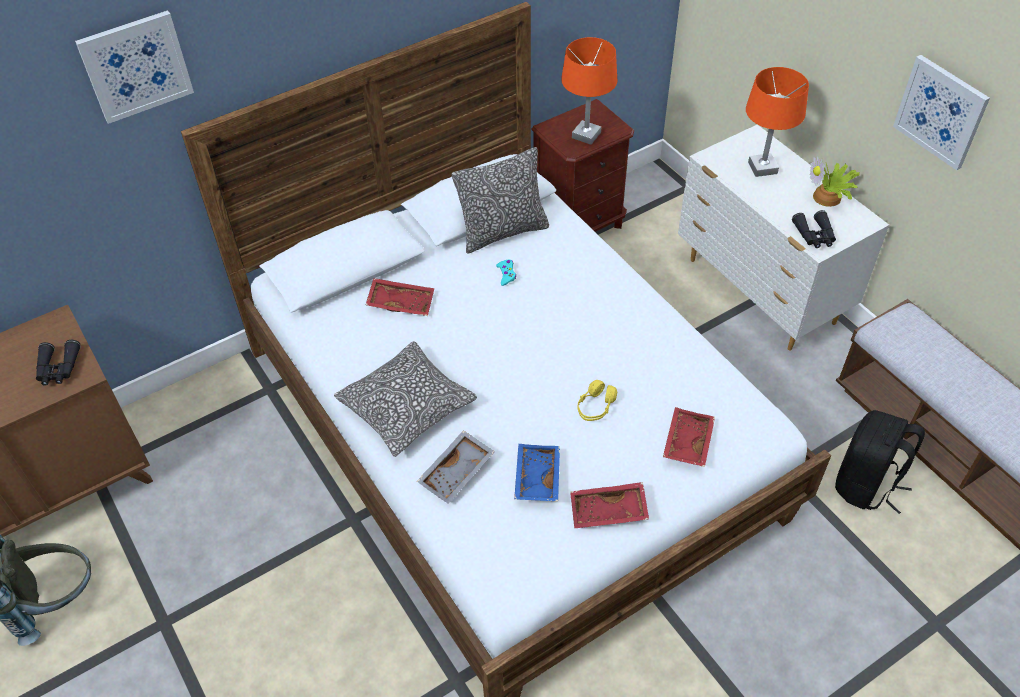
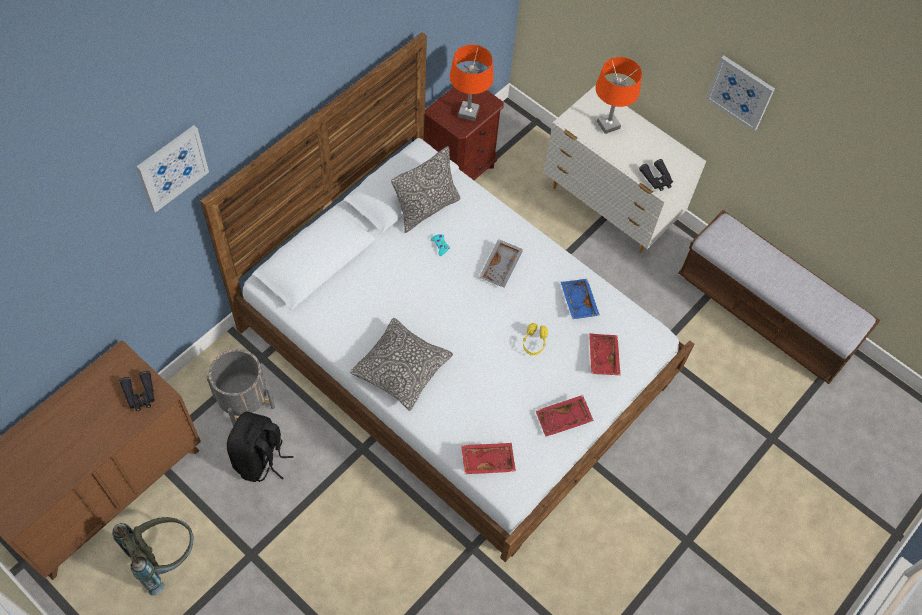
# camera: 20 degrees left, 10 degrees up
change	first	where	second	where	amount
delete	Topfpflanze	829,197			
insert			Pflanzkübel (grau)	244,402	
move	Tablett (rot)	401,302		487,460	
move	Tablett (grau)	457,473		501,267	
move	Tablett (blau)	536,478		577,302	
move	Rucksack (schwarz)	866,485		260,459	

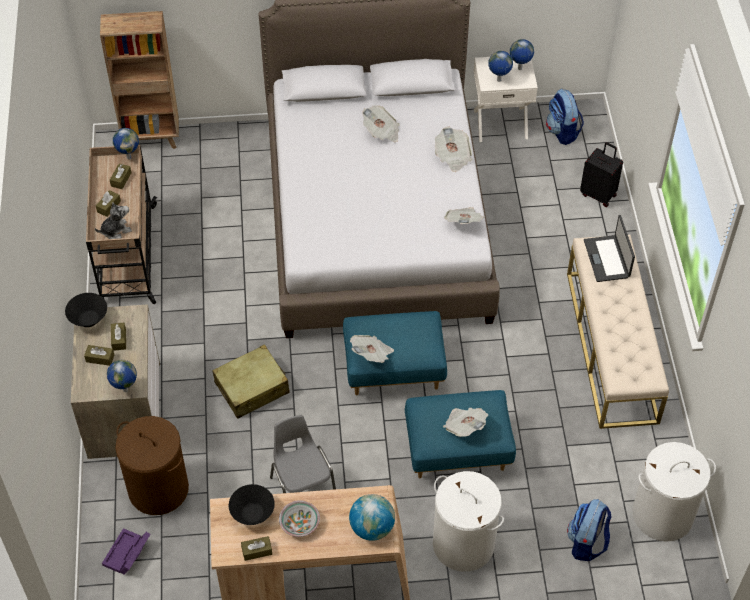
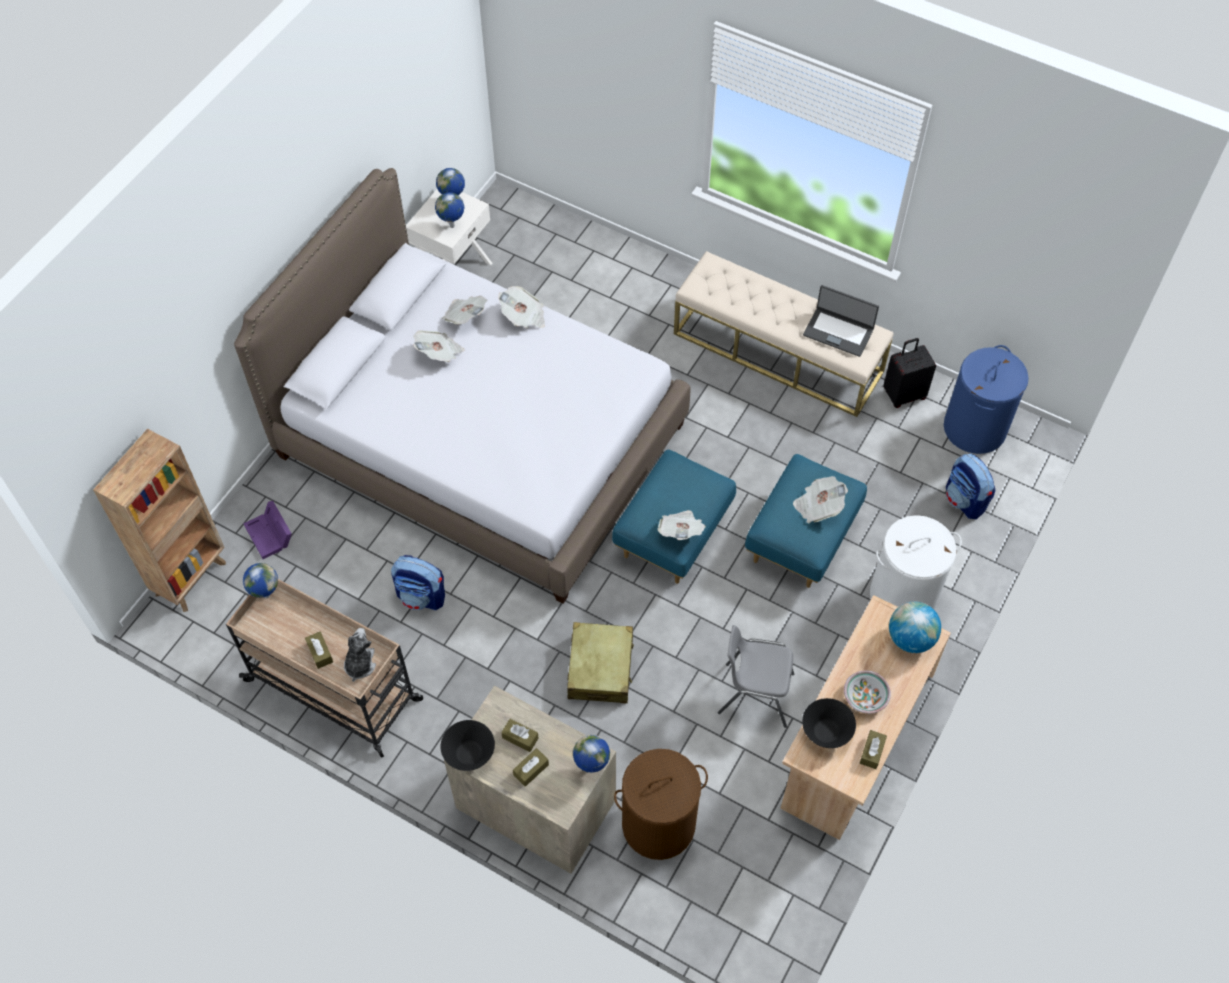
# camera: 55 degrees left, 5 degrees up
change	first	where	second	where	amount
delete	Taschentuchbox (braun)	121,179			
move	Aufbewahrungsbox (lila)	127,555		270,535	
move	Zeitung	463,222		465,316	
move	Rucksack	562,132		422,596	
move	Koffer (schwarz)	598,194		903,394	
move	Laptop	607,259		838,332	
recolor	Wäschekorb (weiß)	662,515	Wäschekorb (blau)	975,428	

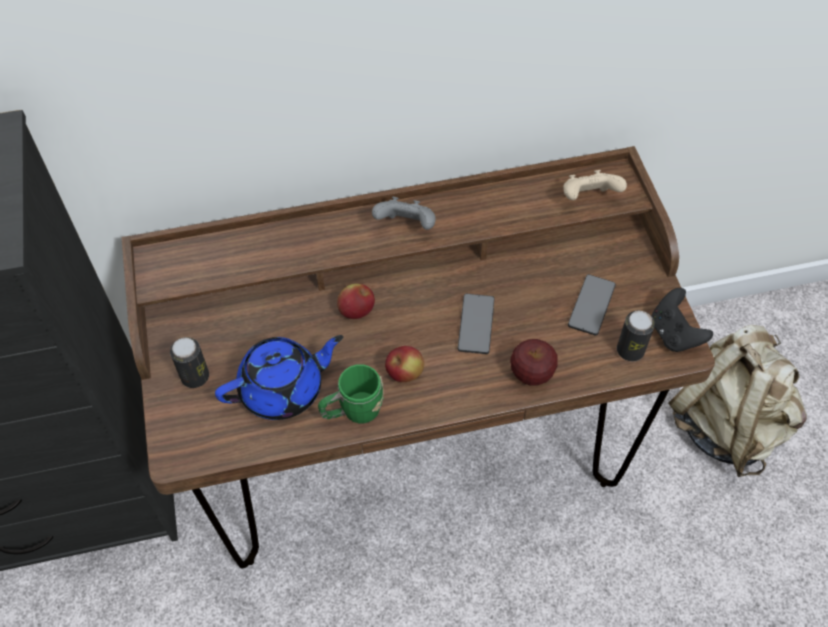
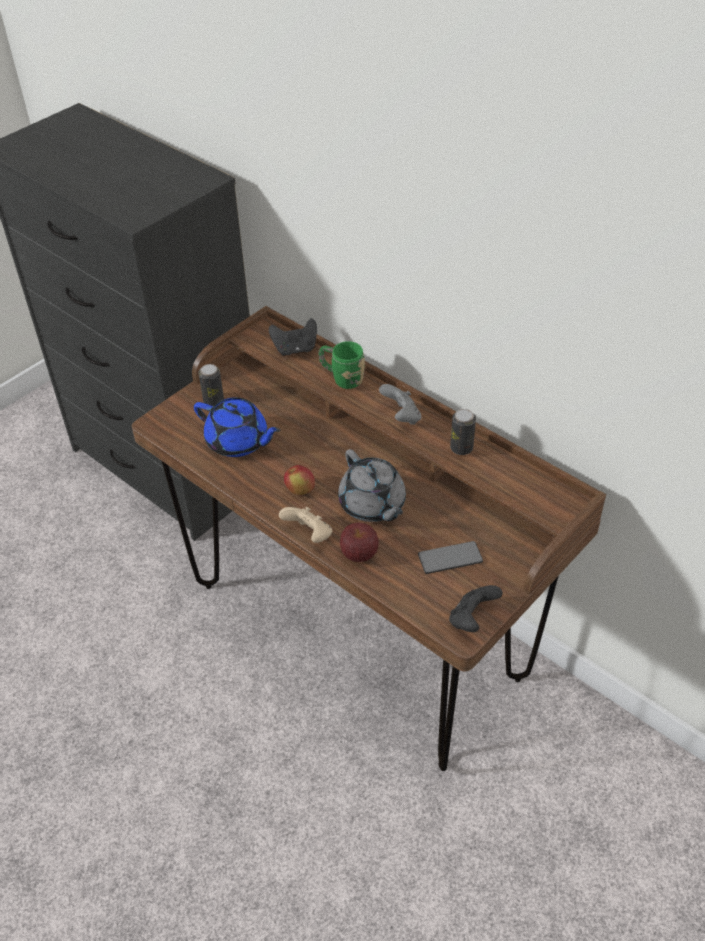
# camera: 55 degrees right, 10 degrees down
change	first	where	second	where	amount
delete	Apfel	356,311			
delete	Rucksack (beige)	726,424			
insert			Gamepad (schwarz)	295,349	
move	Henkelbecher (grün)	353,411		342,378	
move	Gamepad (beige)	588,198		309,535	
move	Dose	630,350		461,448	
replace	Handy	476,324	Teekanne (grau)	372,505	

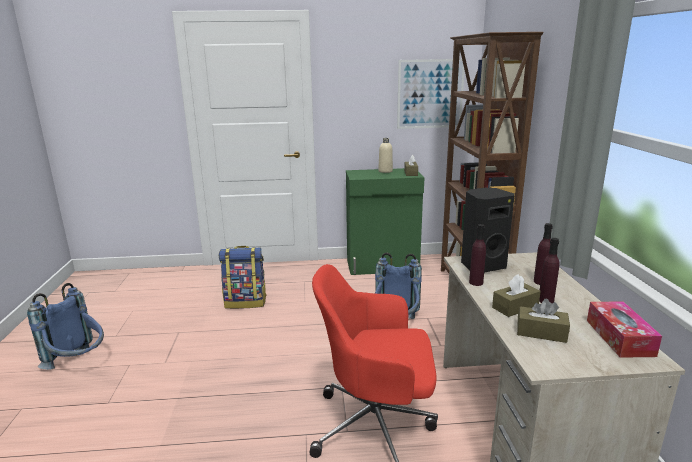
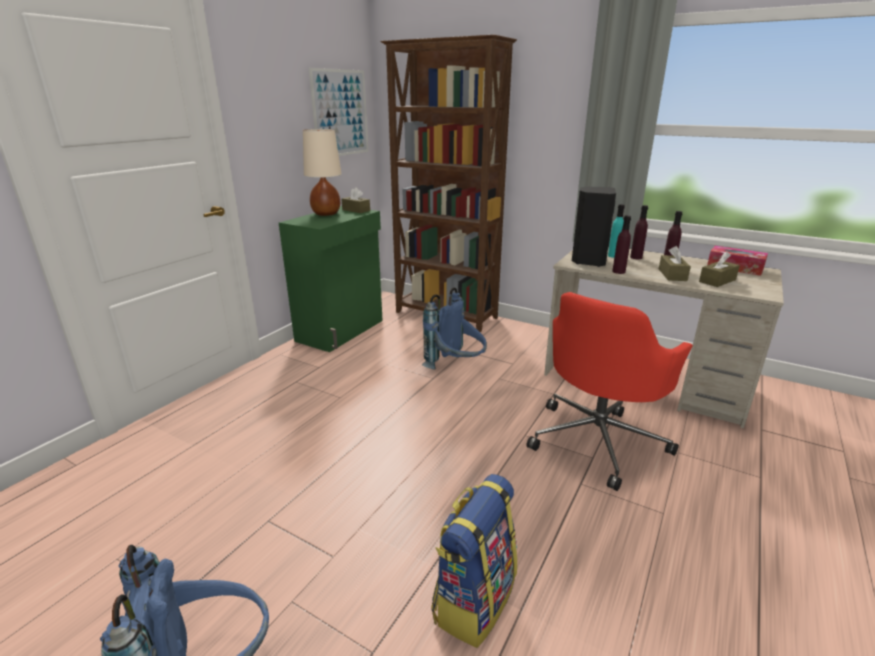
# camera: 55 degrees left, 5 degrees up
change	first	where	second	where	amount
insert			Flasche (türkis)	613,256	
move	Rucksack	246,302		473,599	
replace	Flasche (beige)	385,171	Tischlampe (beige)	326,214	

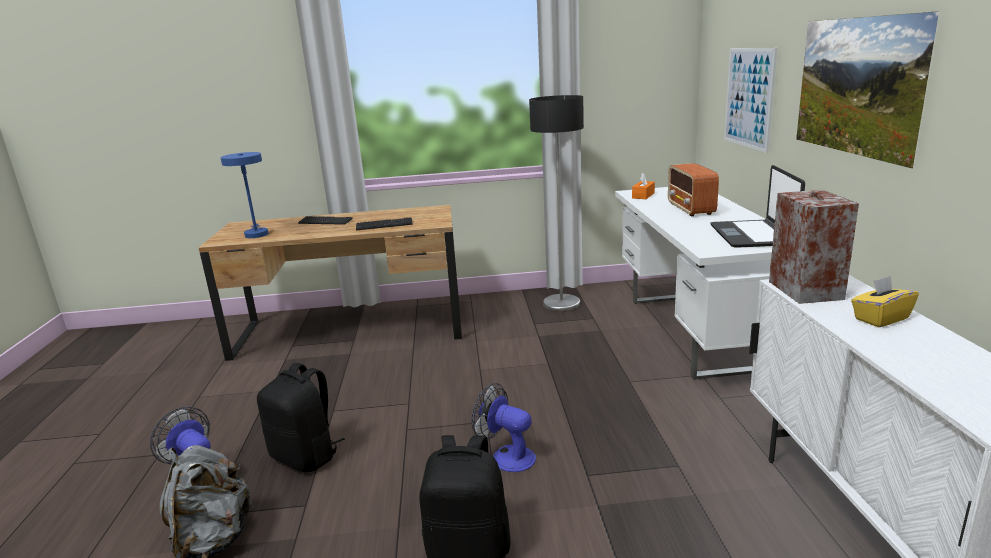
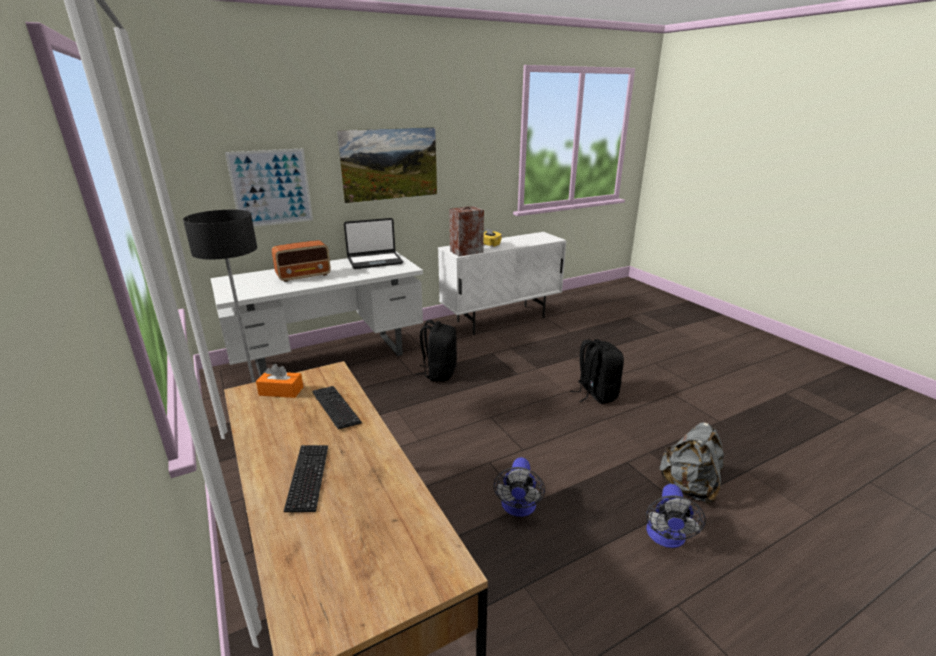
# camera: 115 degrees left, 5 degrees up
change	first	where	second	where	amount
delete	Tischlampe (blau)	256,234			
move	Rucksack (schwarz)	306,456		439,373	
move	Ventilator	506,456		518,508	
move	Taschentuchbox (orange)	643,195		281,391	

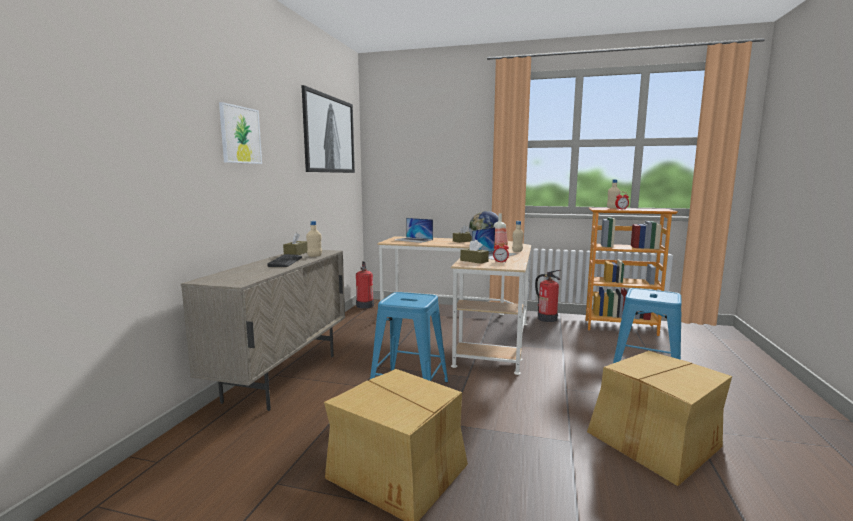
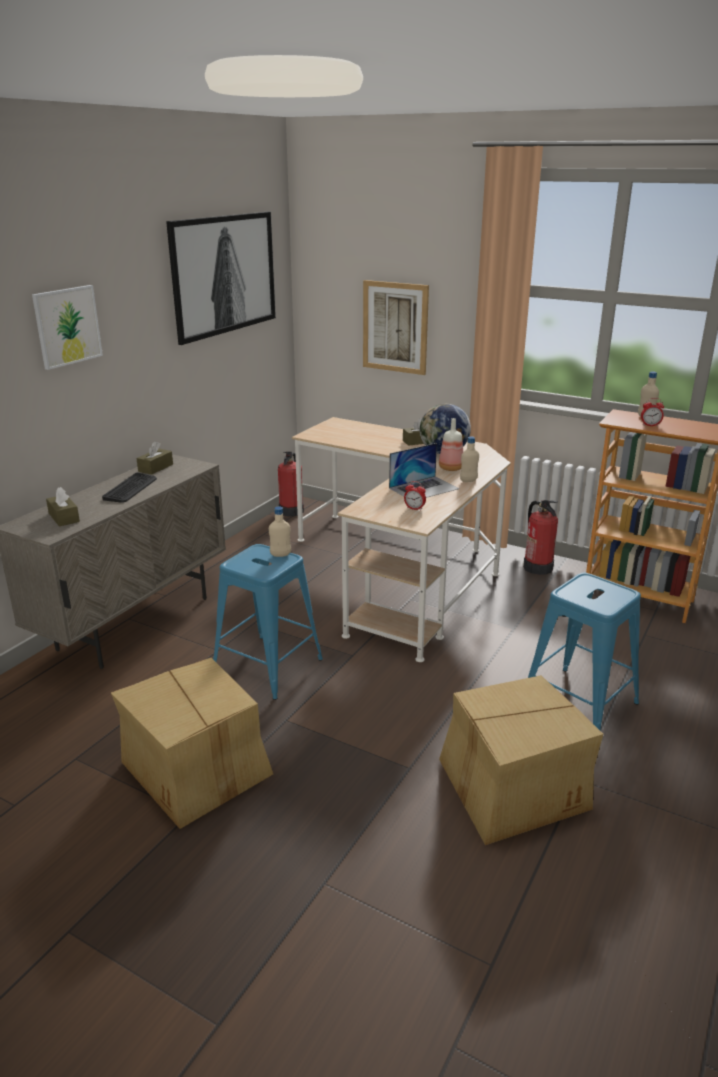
# camera: 15 degrees right, 15 degrees up
change	first	where	second	where	amount
delete	Laptop	413,240			
insert			Bild	395,327	
move	Flasche (beige)	314,256		280,555	
move	Taschentuchbox (braun)	474,261		64,517	

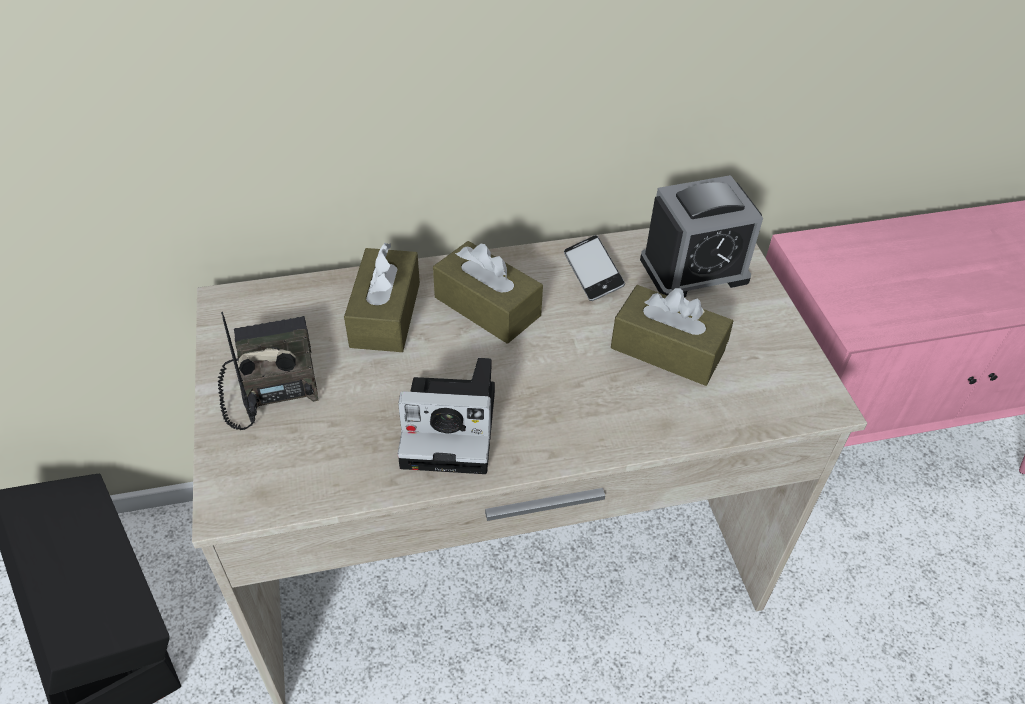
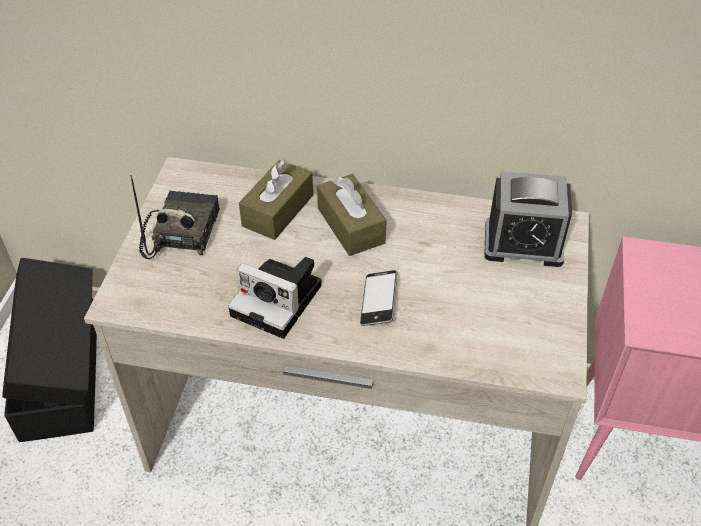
# camera: 25 degrees right, 0 degrees up
change	first	where	second	where	amount
delete	Taschentuchbox (braun)	667,349			
move	Handy	593,273		378,301	

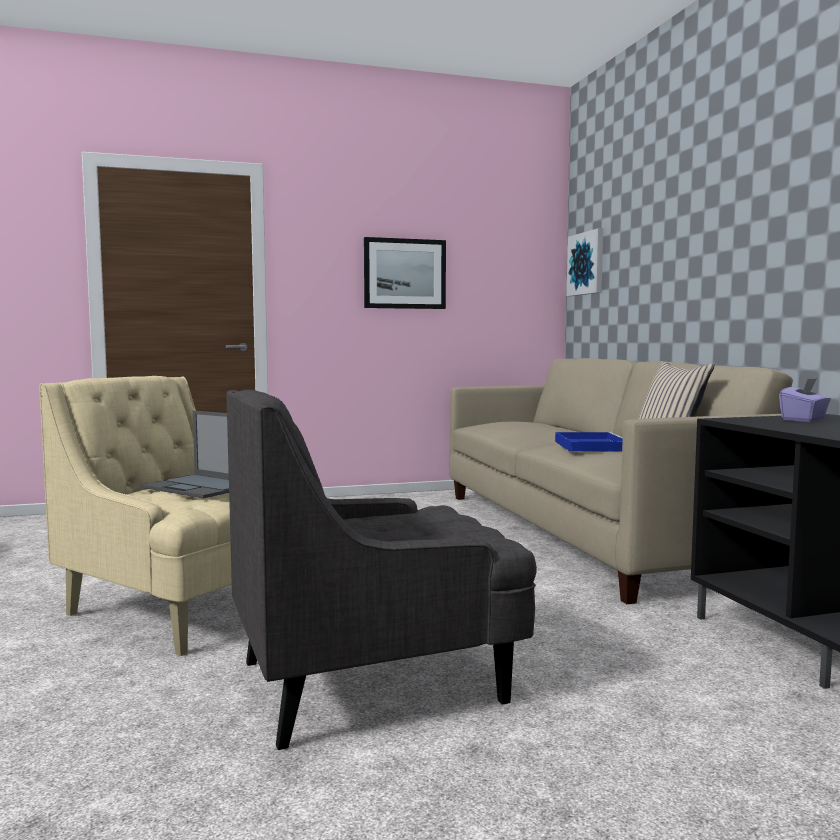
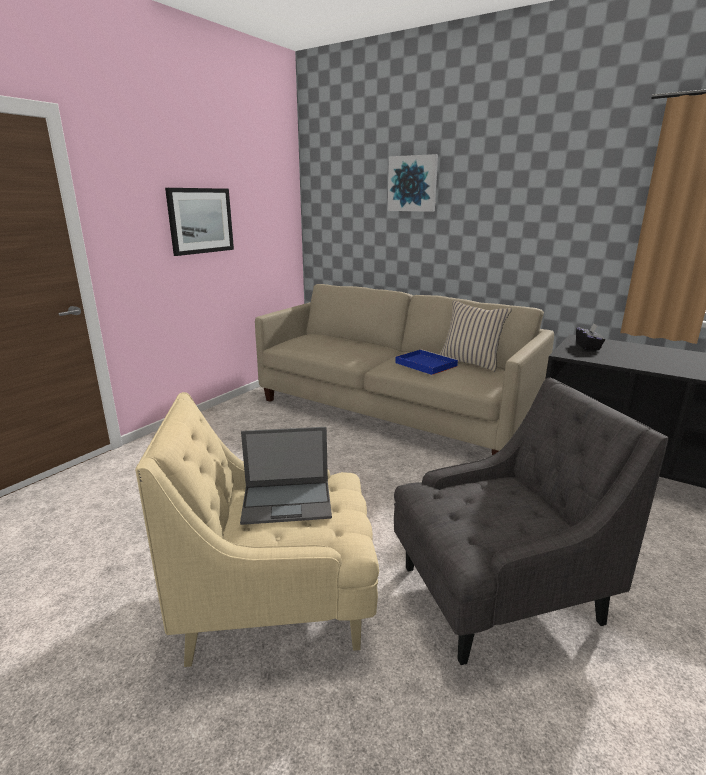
# camera: 40 degrees left, 15 degrees up
change	first	where	second	where	amount
move	Bild	586,263		412,183	
recolor	Taschentuchbox (lila)	804,420	Taschentuchbox (schwarz)	588,347	
rotate	Sessel (grau)	374,680		496,595	135 degrees counterclockwise

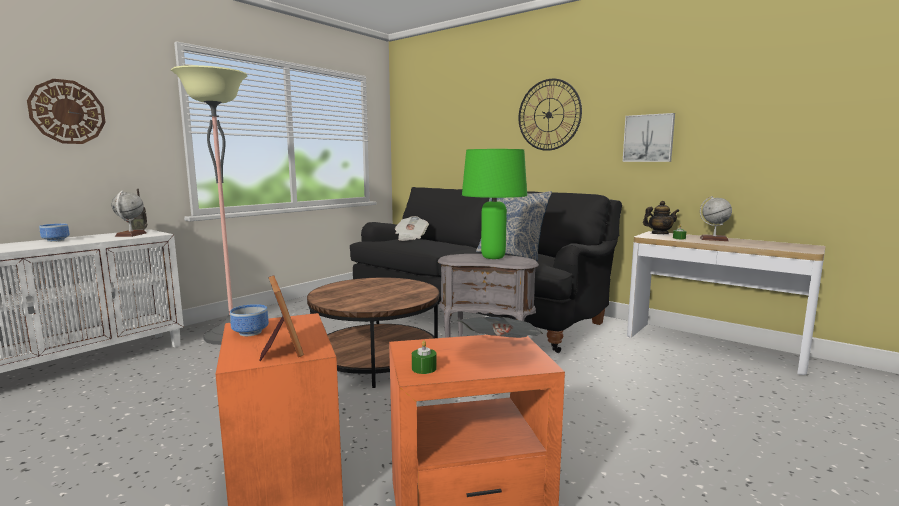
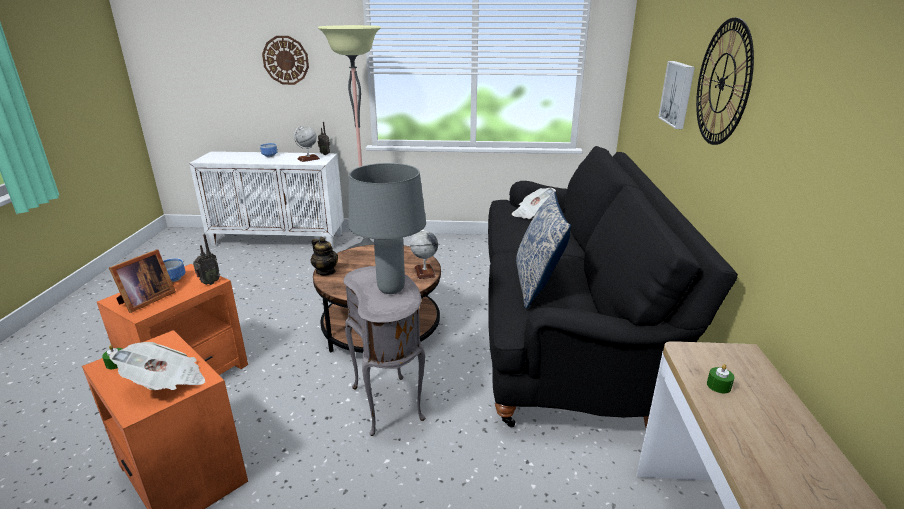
# camera: 55 degrees right, 15 degrees up
change	first	where	second	where	amount
insert			Radio	209,283	
move	Bild	648,138		678,94	
move	Teekanne	659,234		326,271	
move	Globus	713,239		424,272	
recolor	Tischlampe (grün)	493,257	Tischlampe (grau)	391,289	

